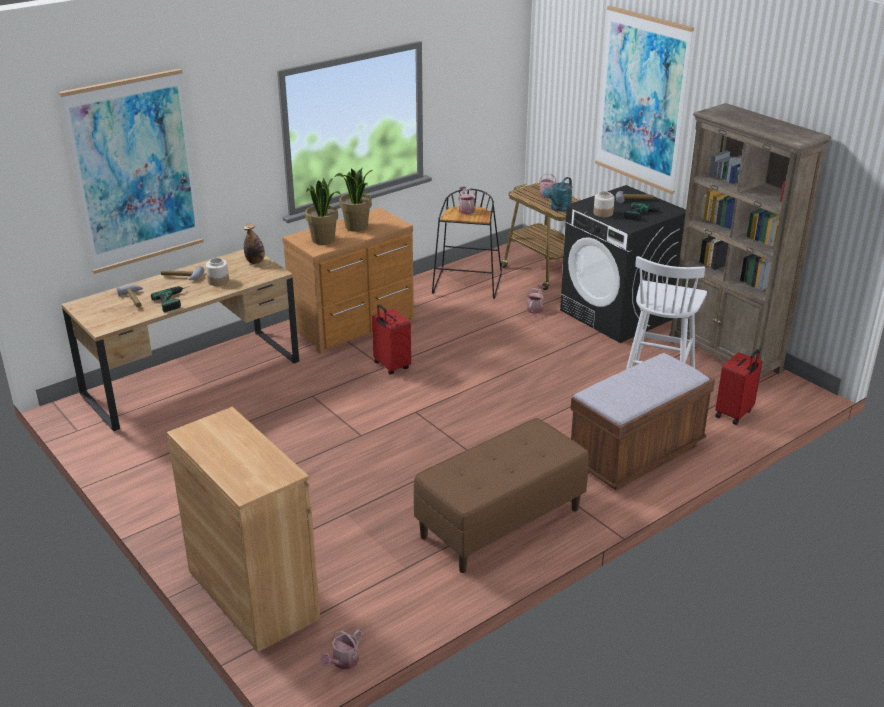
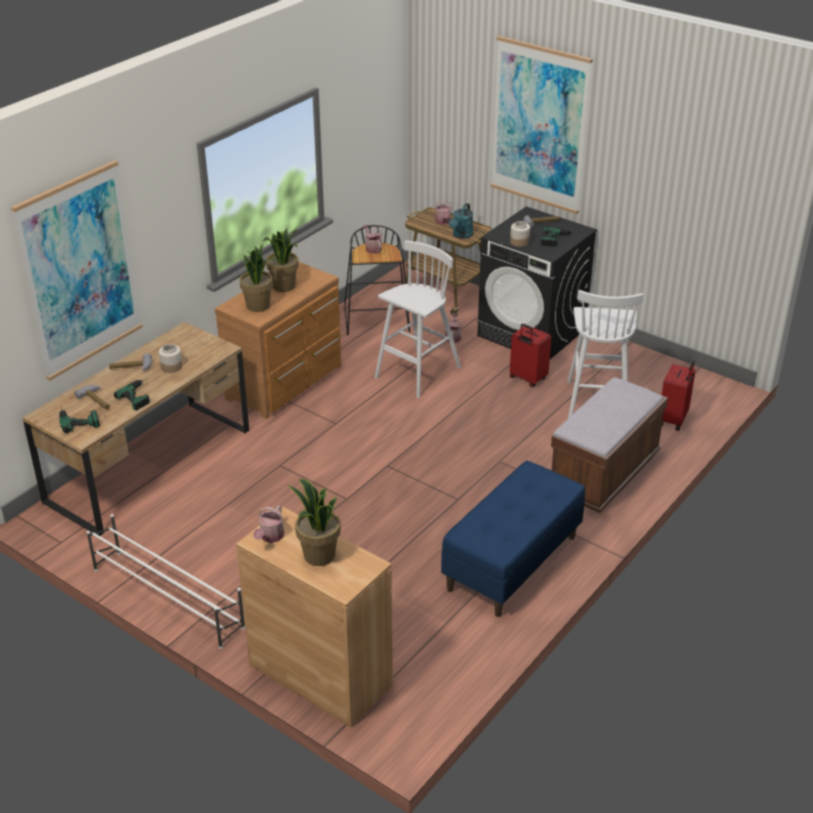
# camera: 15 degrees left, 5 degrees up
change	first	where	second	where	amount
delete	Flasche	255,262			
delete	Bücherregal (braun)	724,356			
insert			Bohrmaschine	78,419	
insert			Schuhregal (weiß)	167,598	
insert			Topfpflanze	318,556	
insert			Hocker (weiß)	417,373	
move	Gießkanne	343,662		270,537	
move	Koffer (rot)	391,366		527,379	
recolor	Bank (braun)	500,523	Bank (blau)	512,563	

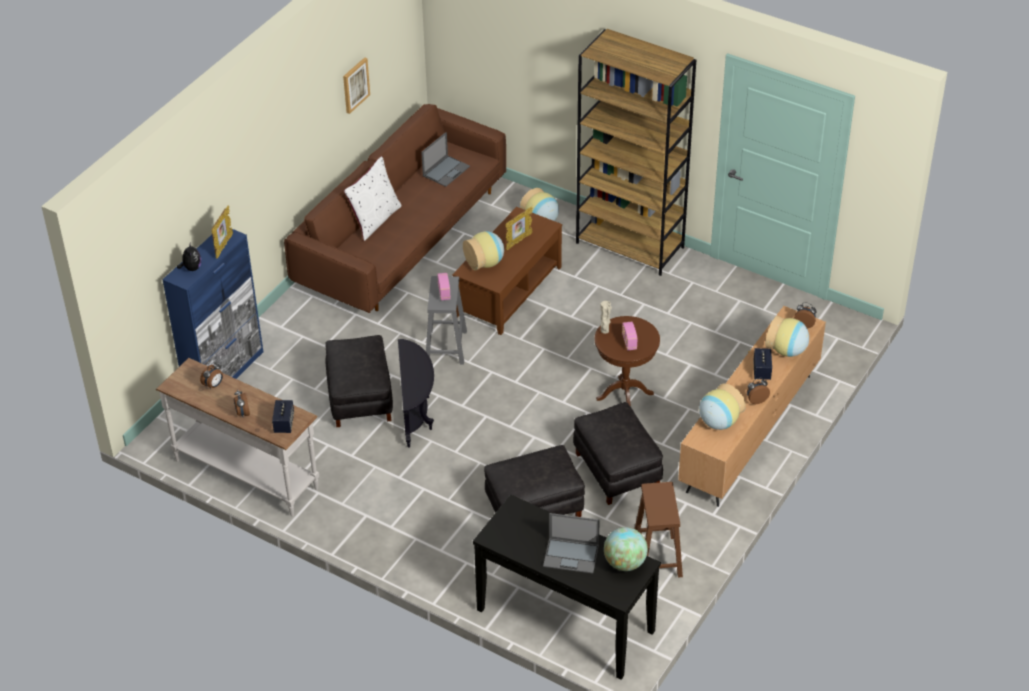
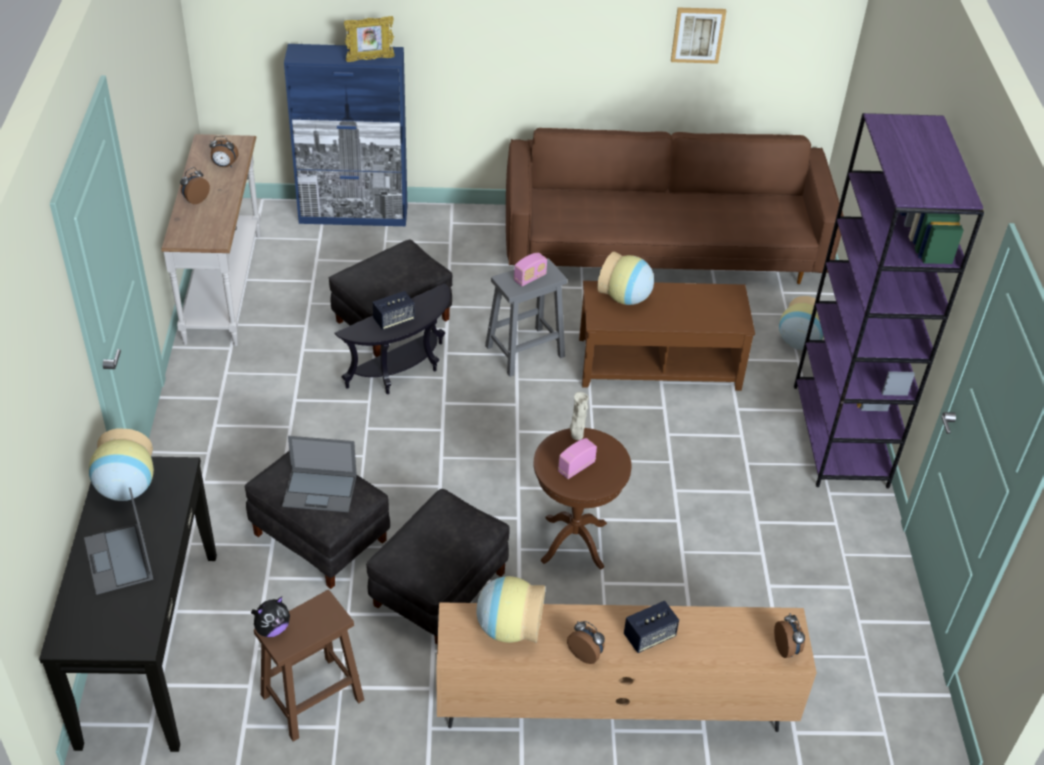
# camera: 55 degrees right, 0 degrees up
change	first	where	second	where	amount
delete	Kissen (weiß)	375,220			
delete	Bilderrahmen	518,241			
delete	Globus	625,563			
move	Plüschtier	191,268		272,629	
move	Lautsprecher	284,423		394,320	
move	Laptop	446,171		321,490	
move	Vase	787,351		126,488	
recolor	Bücherregal (braun)	630,245	Bücherregal (lila)	840,436	

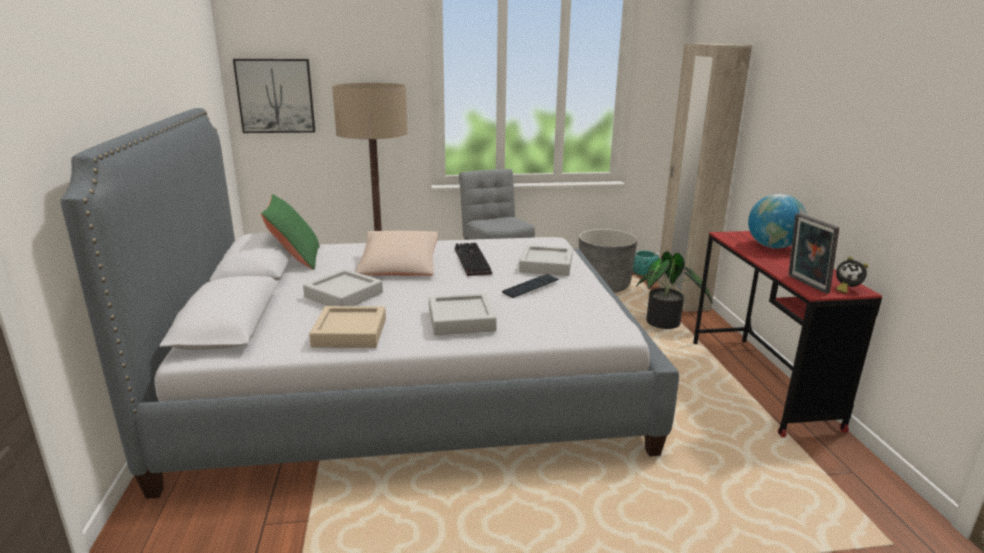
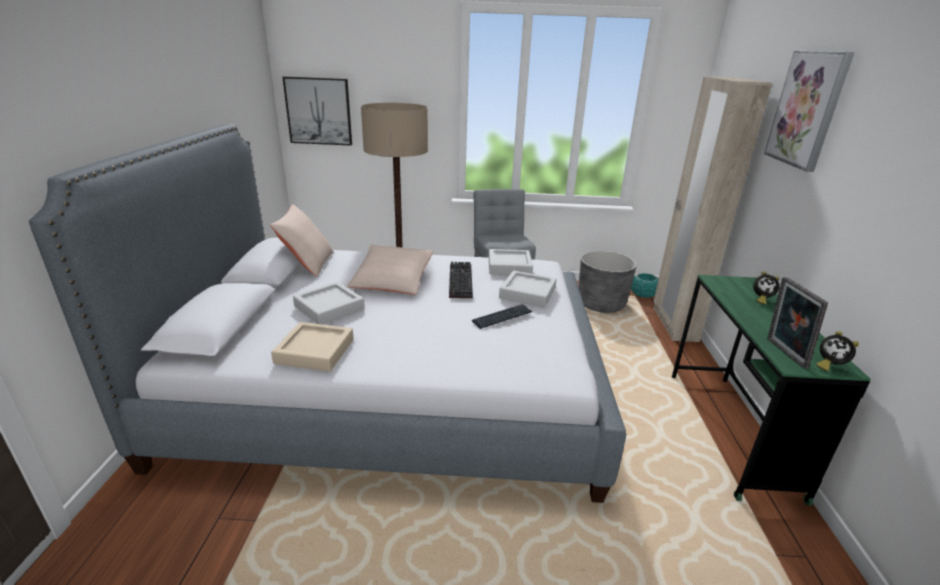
# camera: 10 degrees right, 5 degrees up
change	first	where	second	where	amount
delete	Topfpflanze	665,324			
insert			Bild	807,109	
move	Tablett (grau)	461,320		509,266	
replace	Globus	772,247	Wecker	760,299	
recolor	Kissen (grün)	295,258	Kissen (beige)	307,263	
recolor	Schreibtisch (rot)	760,382	Schreibtisch (grün)	730,431	

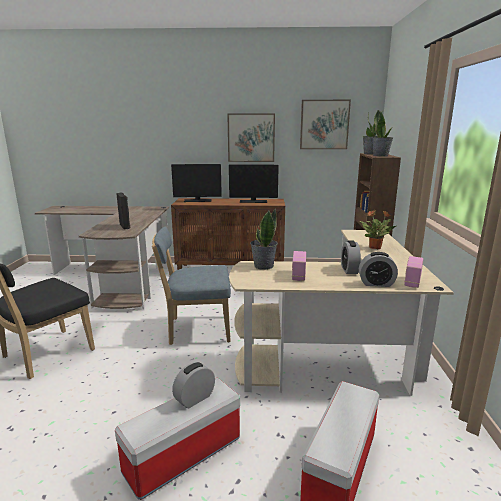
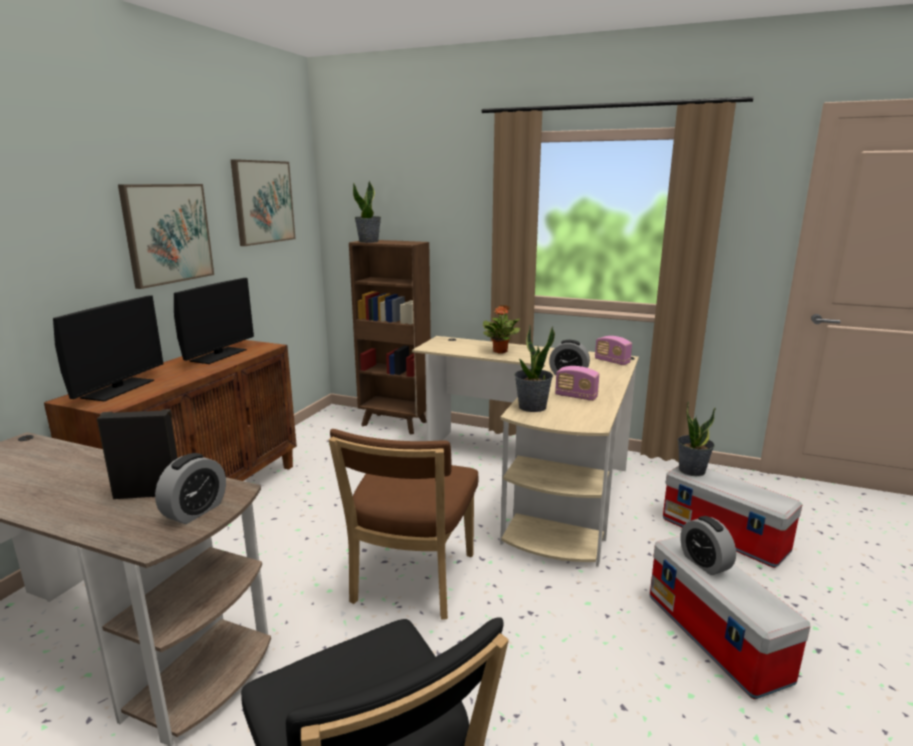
# camera: 70 degrees left, 0 degrees up
change	first	where	second	where	amount
move	Wecker	376,284		195,511	
move	Topfpflanze	380,156		691,470	
recolor	Stuhl (blau)	196,330	Stuhl (braun)	411,582	

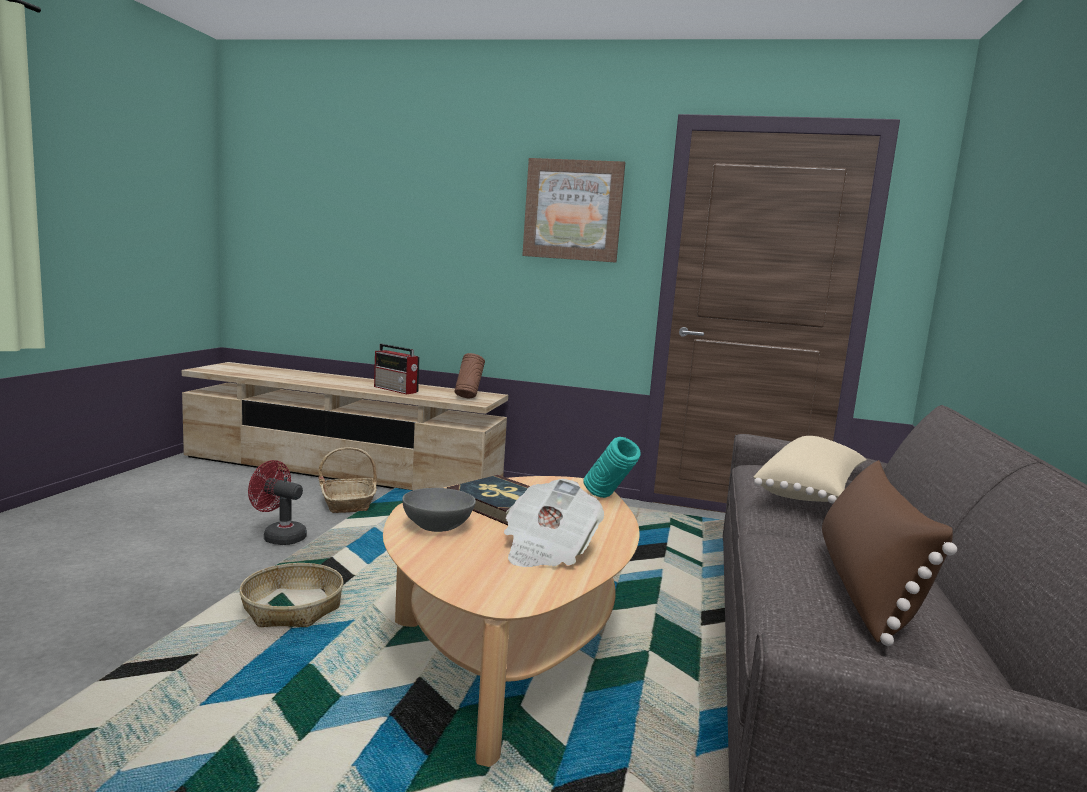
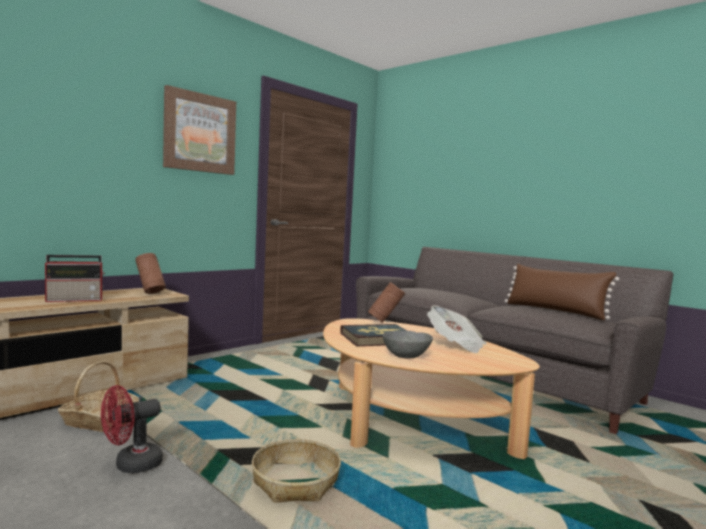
# camera: 60 degrees left, 5 degrees down
change	first	where	second	where	amount
delete	Kissen (beige)	812,491			
recolor	Vase (türkis)	608,499	Vase (braun)	385,322	

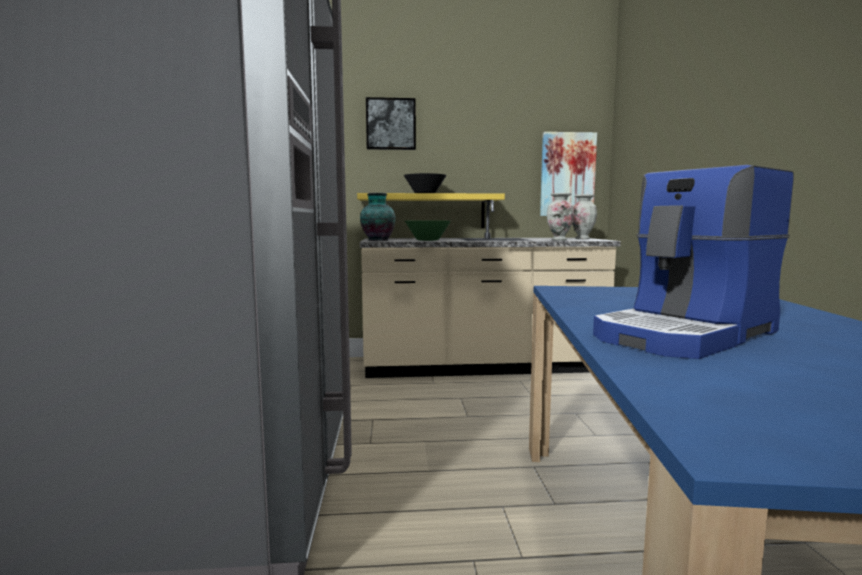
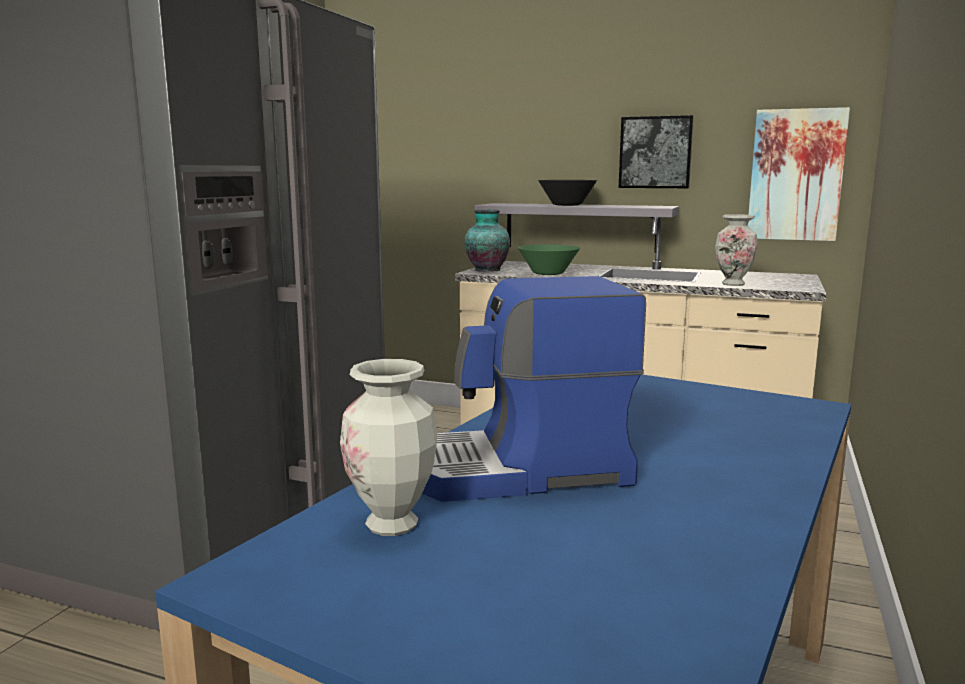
# camera: 25 degrees right, 5 degrees up
change	first	where	second	where	amount
move	Bild	391,124		655,152	
move	Vase	582,239		392,525	
recolor	Wandregal (gelb)	428,211	Wandregal (grau)	581,227	

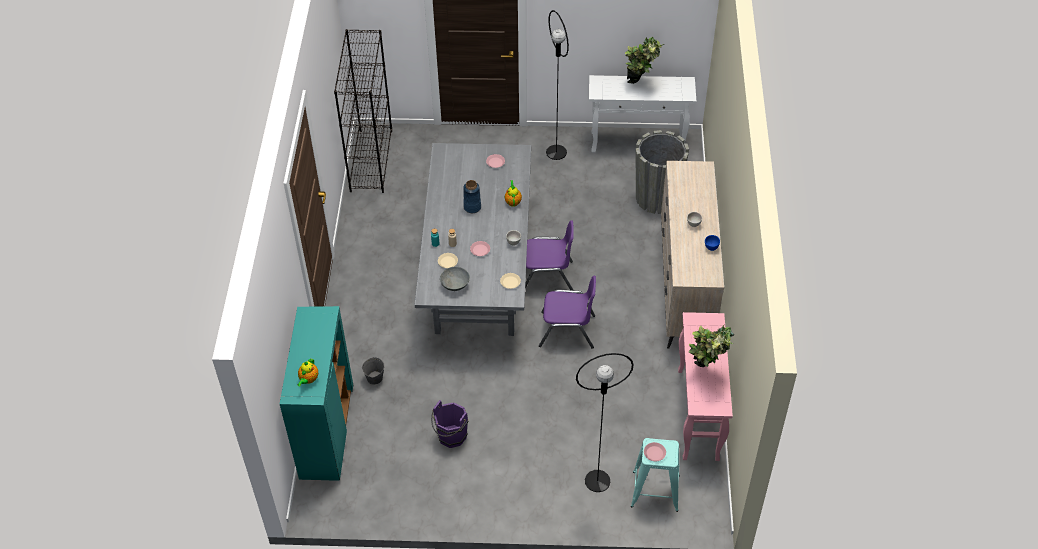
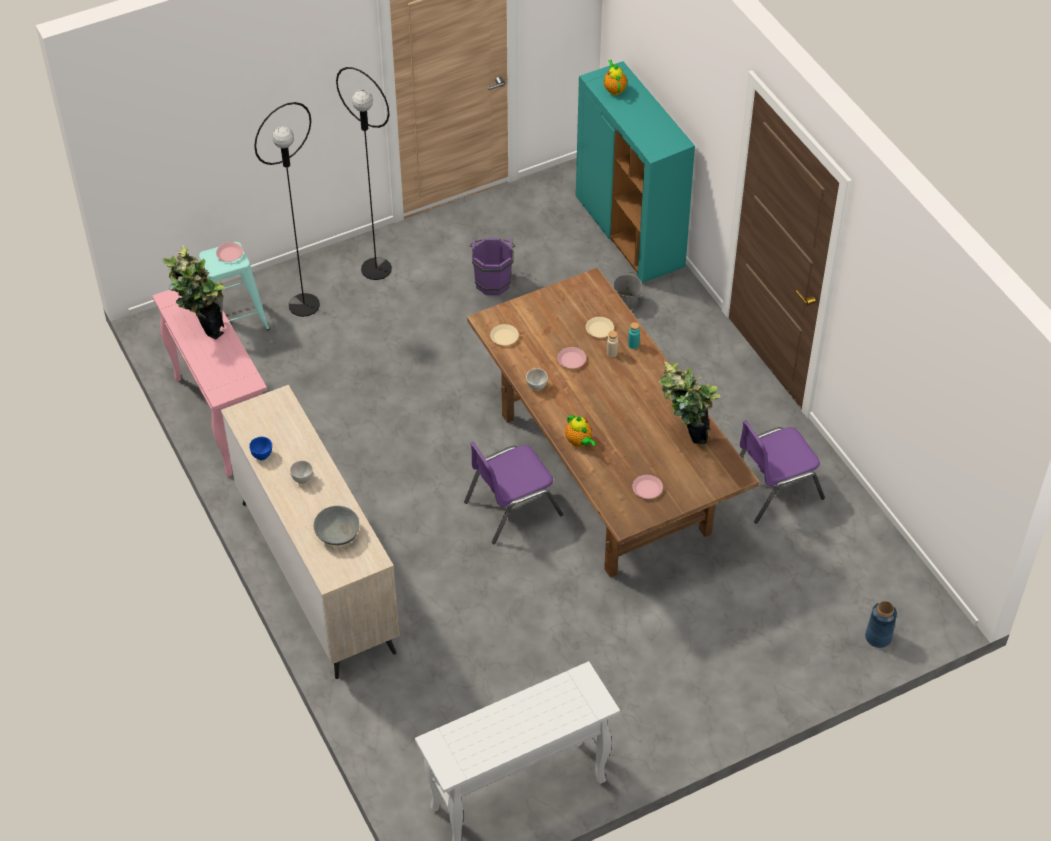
# camera: 150 degrees right, 0 degrees up
change	first	where	second	where	amount
delete	Bücherregal (schwarz)	371,160			
delete	Pflanzkübel (grau)	657,198			
move	Schüssel (grau)	455,284		337,534	
move	Vase (blau)	472,207		878,637	
move	Stuhl (lila)	567,330		773,489	
move	Stehlampe (schwarz)	556,152		376,269	
move	Topfpflanze	641,86		683,438	
recolor	Esstisch (grau)	478,274	Esstisch (braun)	603,471	

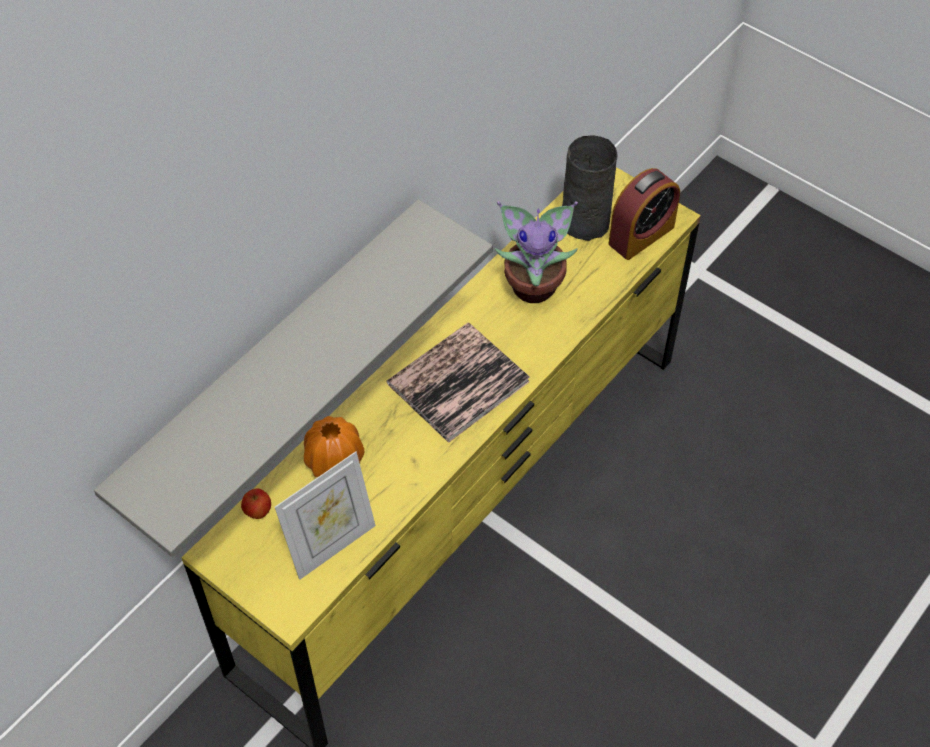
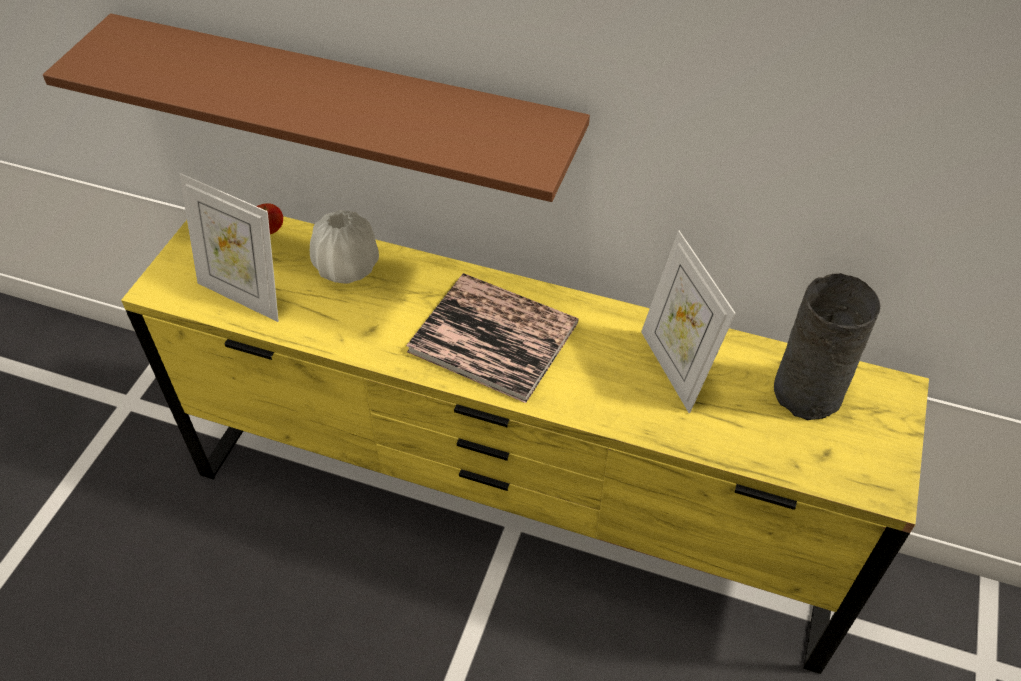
# camera: 70 degrees right, 5 degrees down
change	first	where	second	where	amount
delete	Wecker	641,235			
replace	Topfpflanze	534,284	Bilderrahmen	674,368	
recolor	Wandregal (grau)	273,362	Wandregal (braun)	343,107	
recolor	Vase (orange)	335,462	Vase (weiß)	347,267	

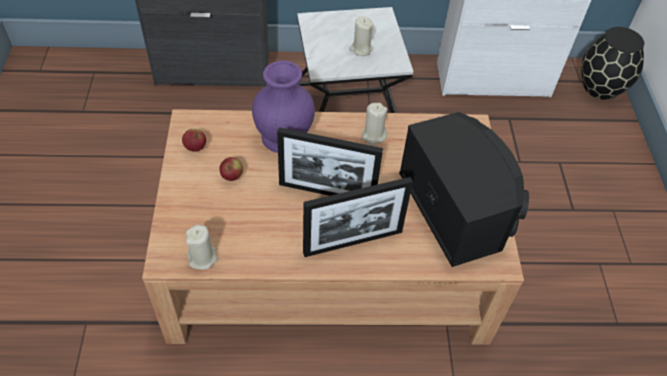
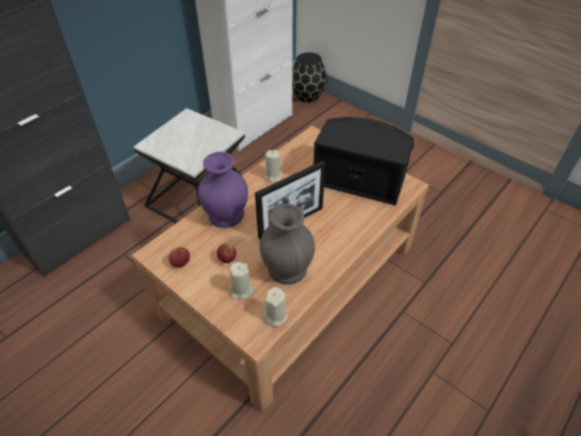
# camera: 45 degrees left, 5 degrees down
change	first	where	second	where	amount
delete	Bilderrahmen	353,242			
insert			Vase (grau)	287,269	
move	Kerze (beige)	361,49		241,290	

